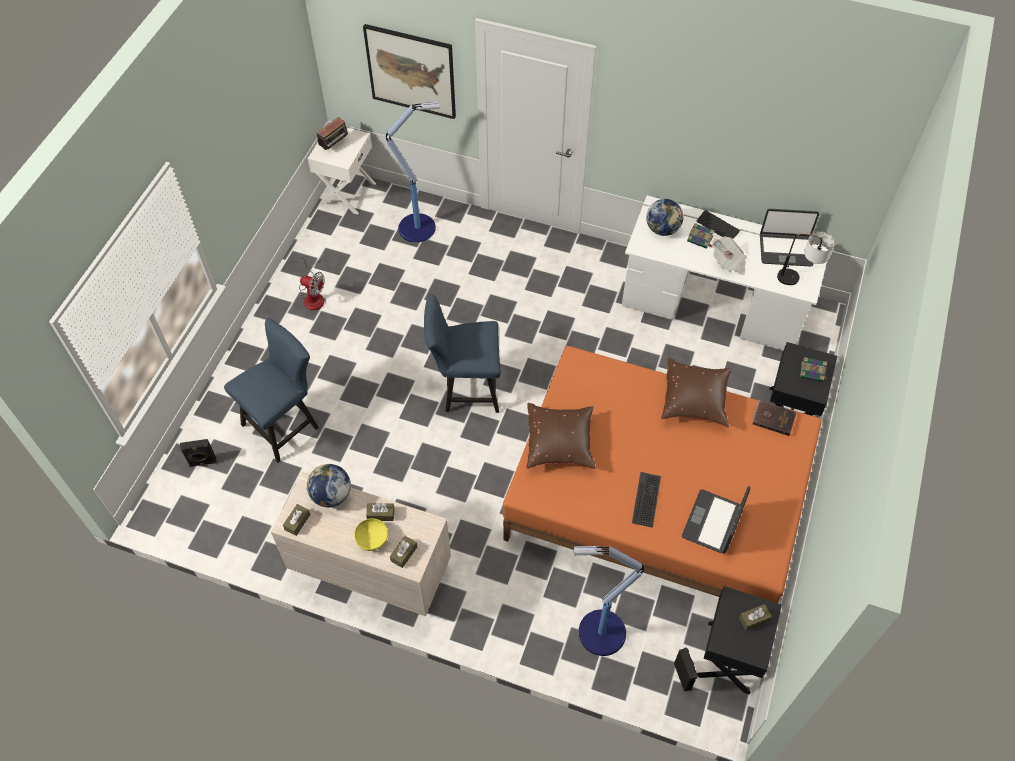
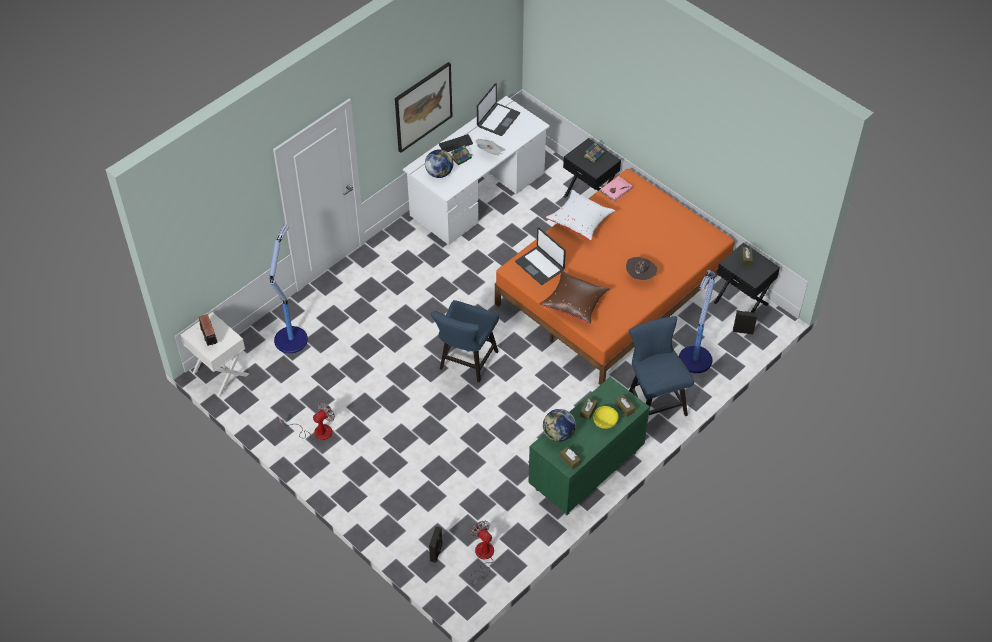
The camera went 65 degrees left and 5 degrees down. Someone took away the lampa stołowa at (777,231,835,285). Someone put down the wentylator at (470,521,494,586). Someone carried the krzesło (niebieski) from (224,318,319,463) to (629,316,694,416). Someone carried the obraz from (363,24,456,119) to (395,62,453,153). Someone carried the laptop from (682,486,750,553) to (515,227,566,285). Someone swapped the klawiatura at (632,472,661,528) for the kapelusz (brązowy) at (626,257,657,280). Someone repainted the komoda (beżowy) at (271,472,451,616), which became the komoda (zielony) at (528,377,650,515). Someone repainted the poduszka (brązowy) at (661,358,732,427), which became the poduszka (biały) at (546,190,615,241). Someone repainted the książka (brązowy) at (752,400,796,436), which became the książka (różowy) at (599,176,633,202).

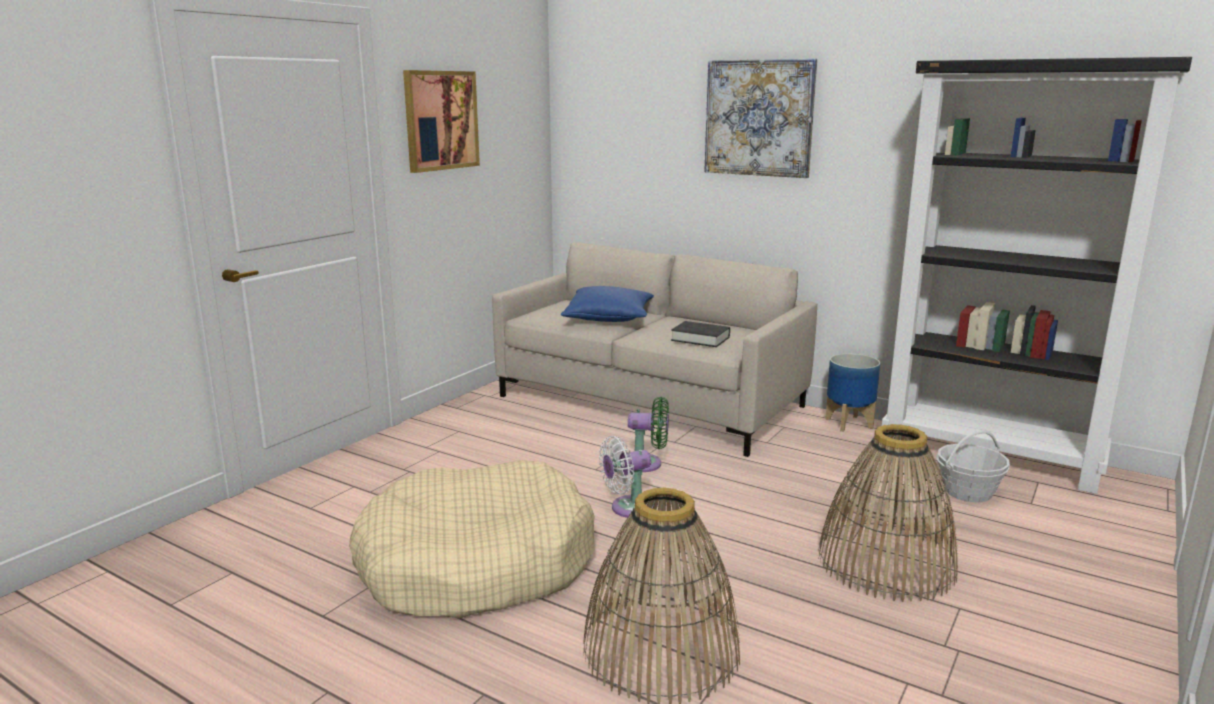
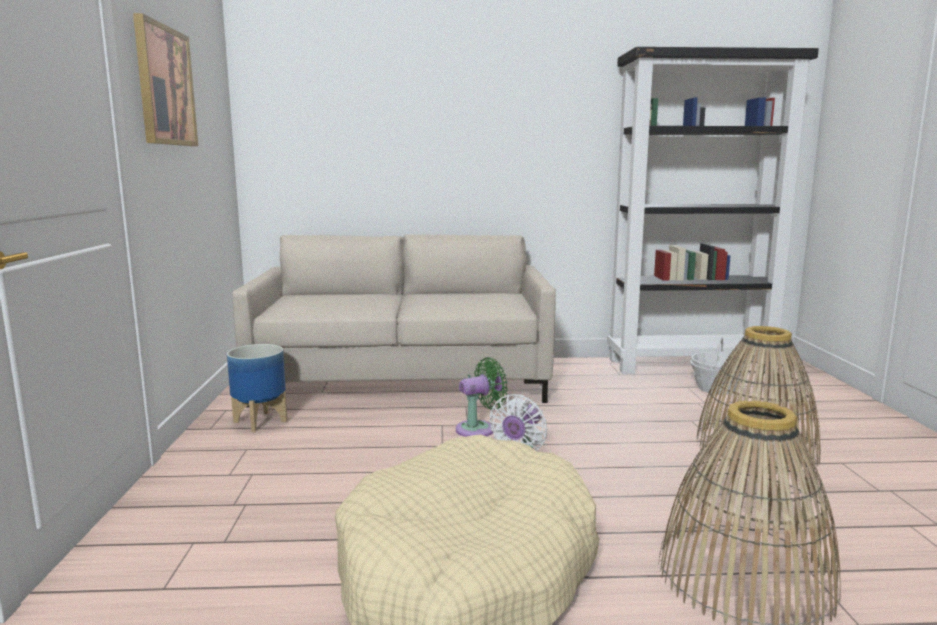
The camera went 35 degrees left and 5 degrees down. Someone took away the poduszka (niebieski) at (561,286,654,322). Someone took away the książka (czarny) at (671,321,730,347). Someone took away the obraz at (704,59,817,178). Someone carried the donica from (825,353,880,432) to (227,344,287,432).

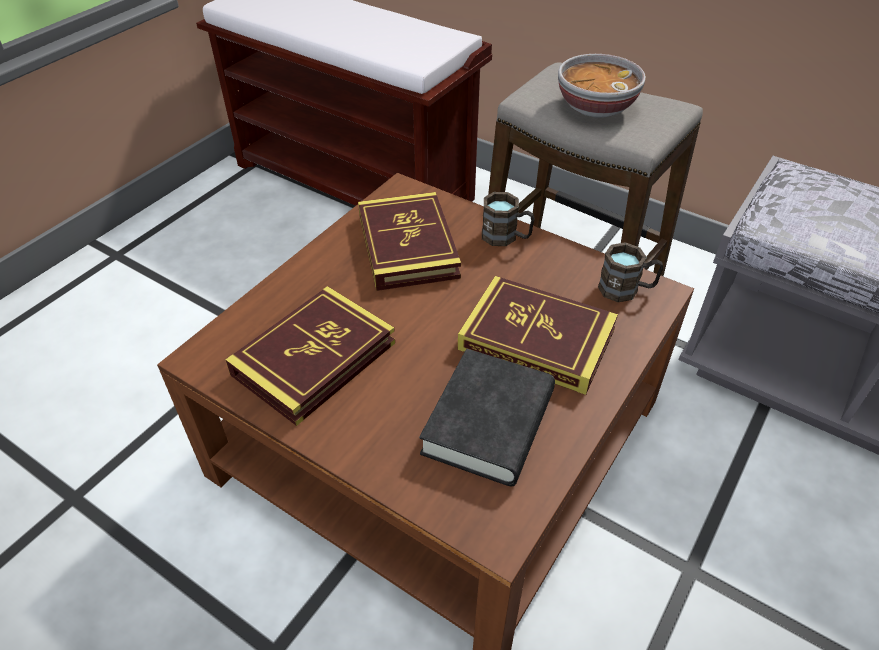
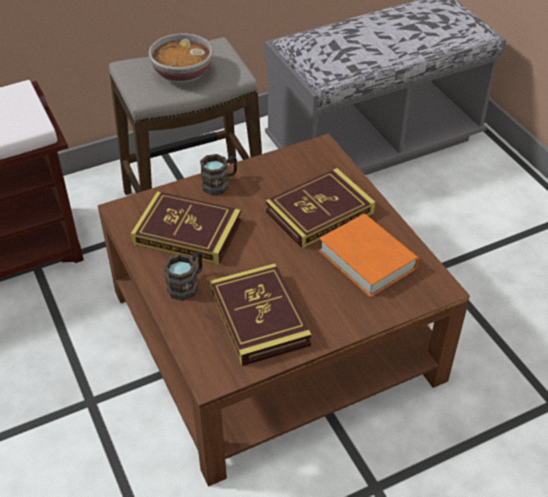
The camera went 60 degrees left and 0 degrees up. Someone carried the kubek (brązowy) from (598,242,663,302) to (164,252,202,301). Someone repainted the książka (czarny) at (419,349,555,487), which became the książka (pomarańczowy) at (319,214,419,297).

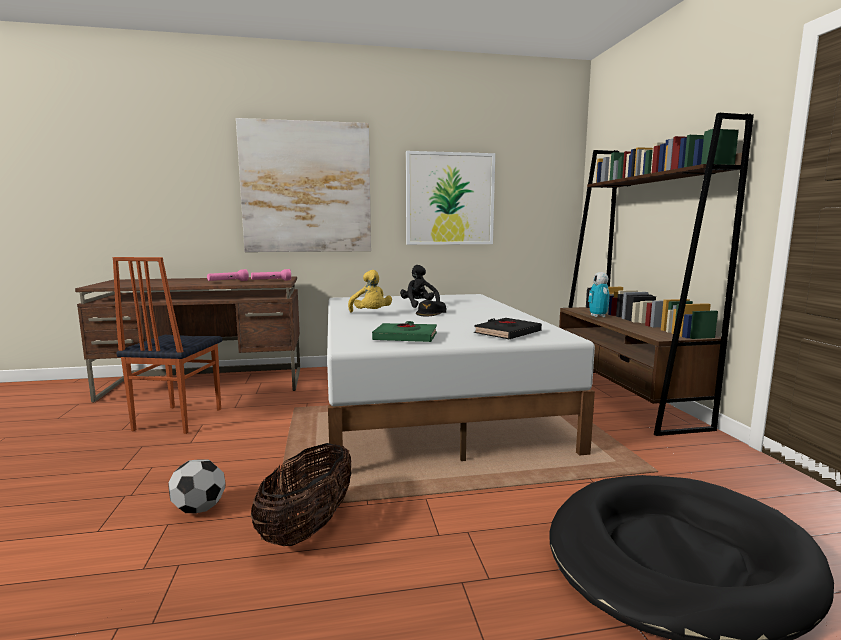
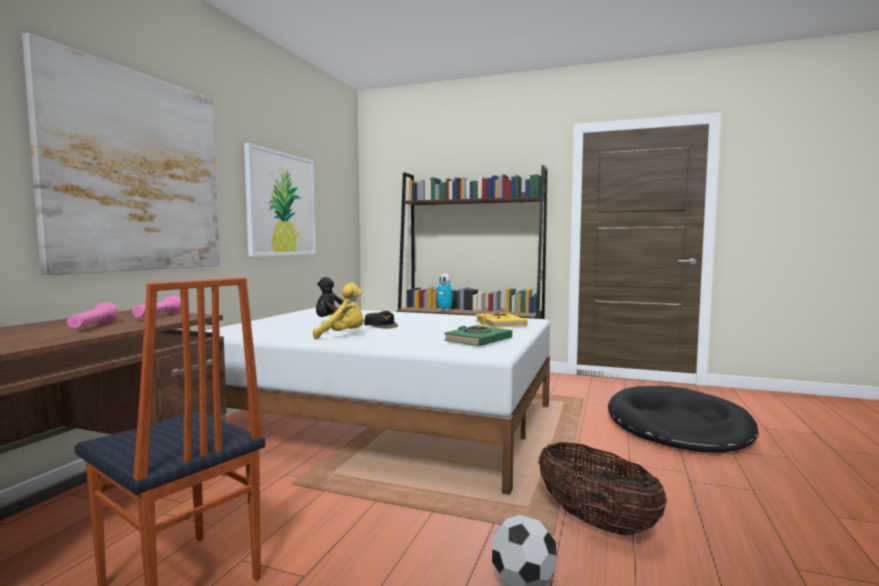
The camera went 60 degrees left and 5 degrees down. Someone repainted the książka (czarny) at (474,318,542,339), which became the książka (żółty) at (476,313,528,328).

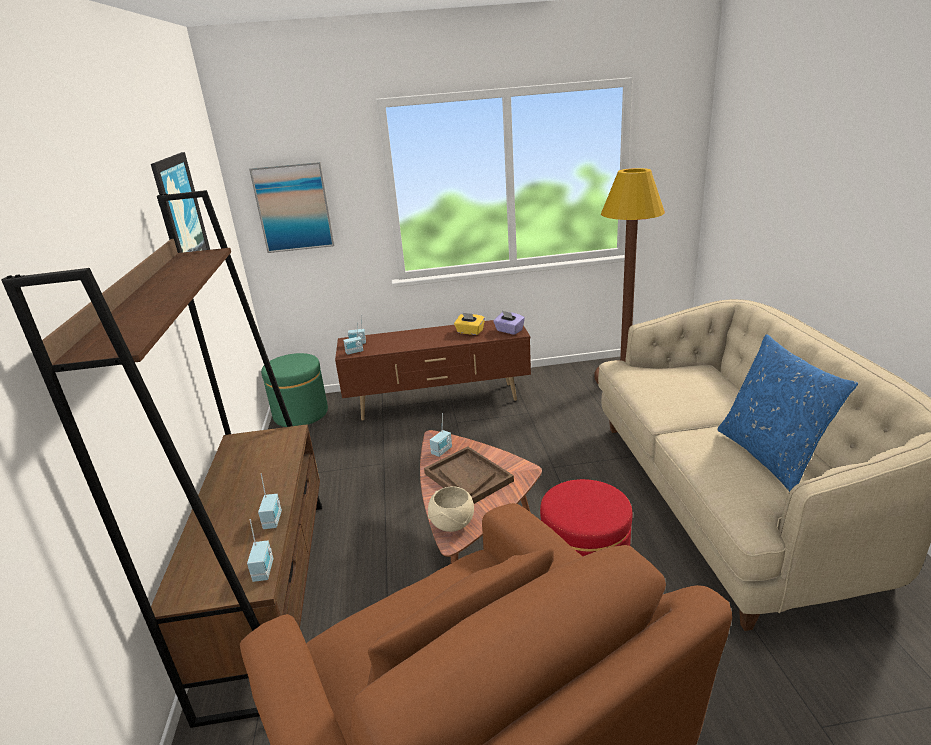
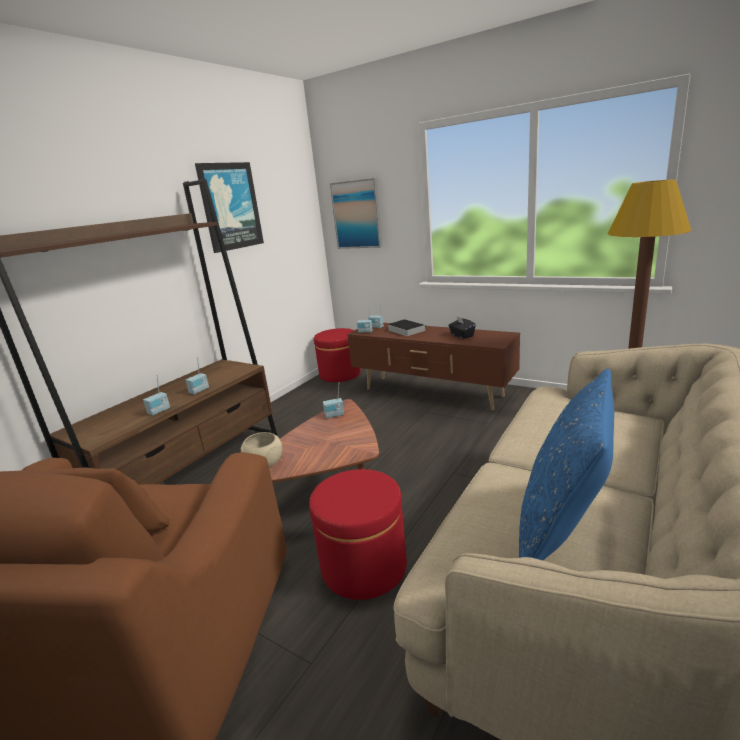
The camera went 40 degrees right and 5 degrees down. Someone took away the taca (brązowy) at (424,446,514,504). Someone took away the pudełko chusteczek (fioletowy) at (493,311,525,335). Someone put down the książka at (387,319,426,336). Someone carried the radio from (247,519,273,582) to (186,357,209,394). Someone repainted the pufa (zielony) at (261,353,328,427), which became the pufa (czerwony) at (314,328,361,382). Someone repainted the pudełko chusteczek (żółty) at (454,312,485,335), which became the pudełko chusteczek (czarny) at (448,317,476,339).

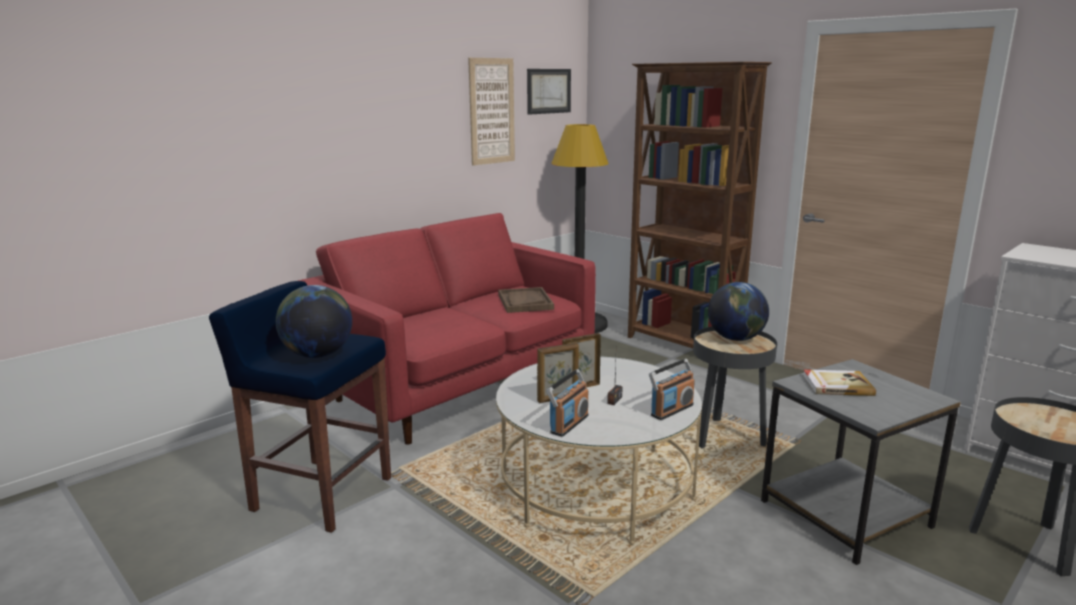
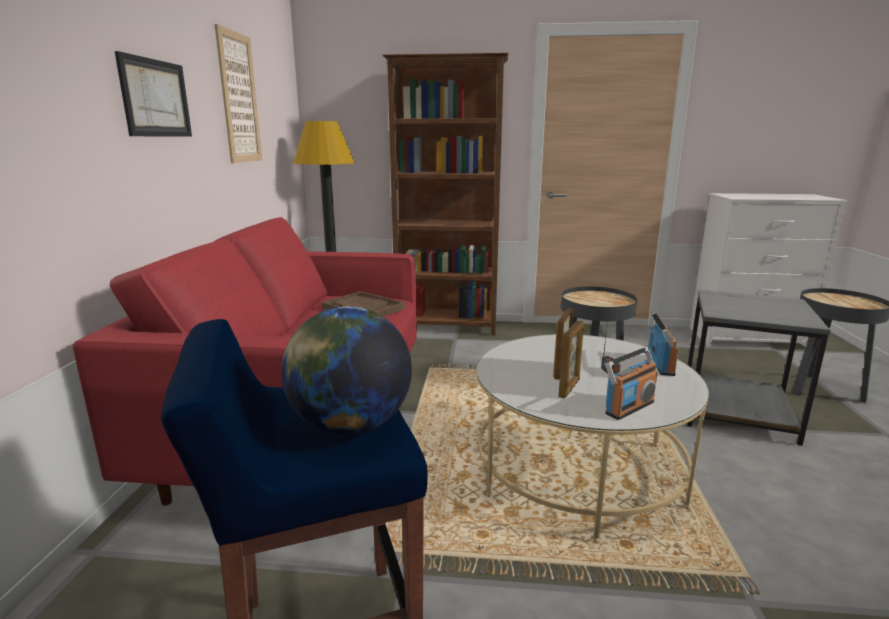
The camera went 40 degrees left and 0 degrees up. Someone took away the globus at (708,282,769,341). Someone took away the książka at (803,370,876,396). Someone carried the obraz from (527,69,571,115) to (115,51,192,137). Someone rotated the radio at (546,369,589,437) by 60 degrees clockwise.

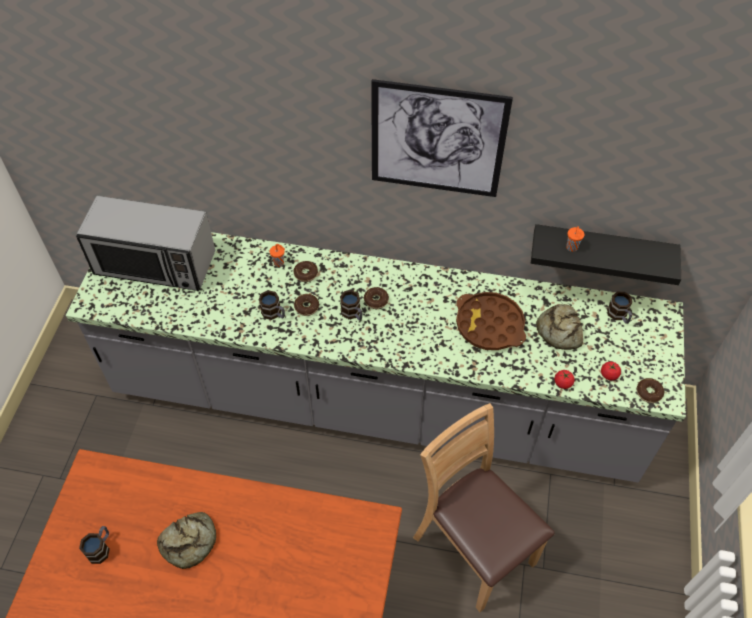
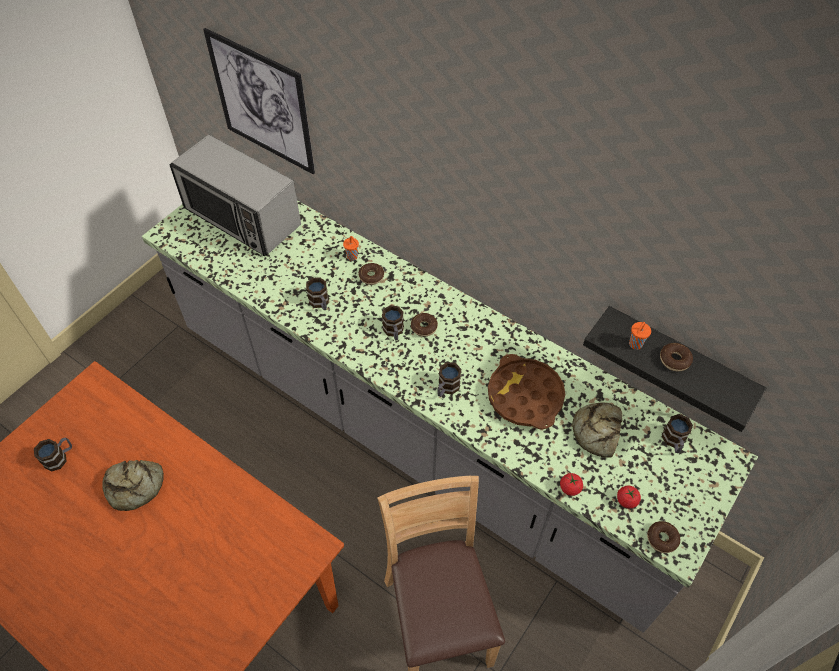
The camera went 25 degrees right and 0 degrees up. Someone put down the kubek at (437,362,461,397). Someone carried the donut from (294,294,319,316) to (660,343,693,371). Someone carried the obraz from (371,79,513,197) to (203,28,315,174).

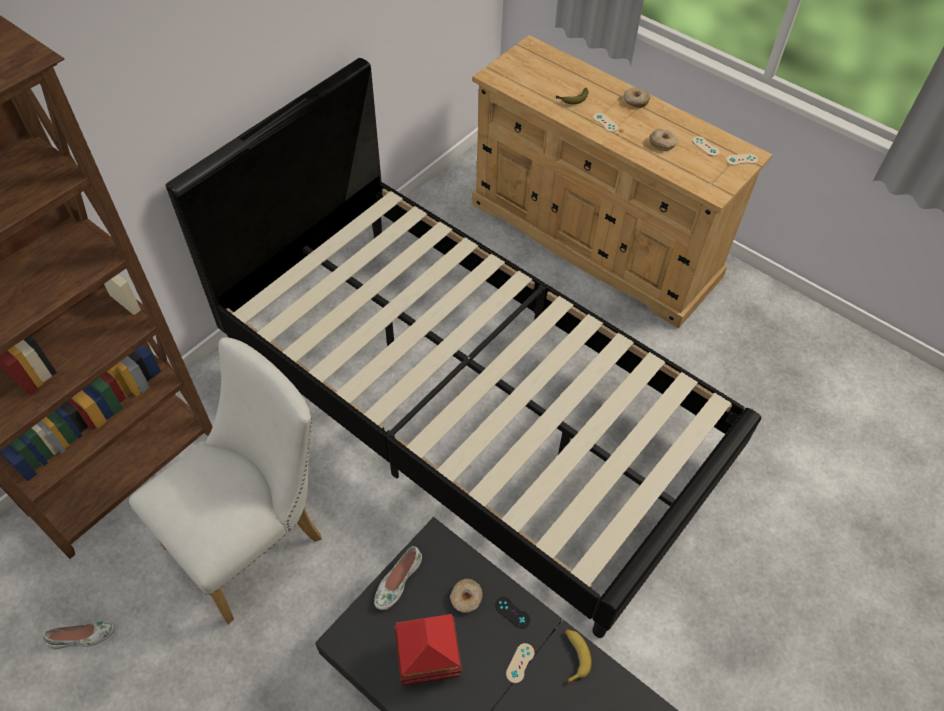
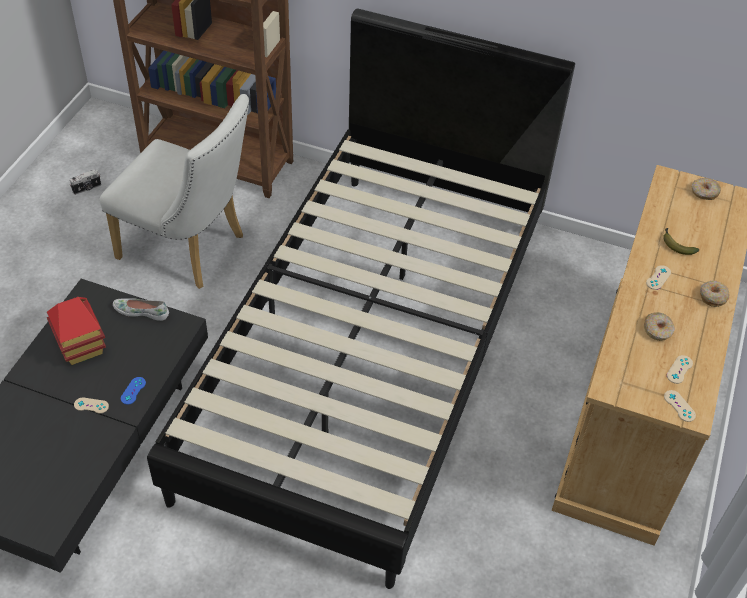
The camera went 70 degrees right and 5 degrees down. Someone took away the banan at (565,629,592,684). Someone carried the donut from (450,579,483,613) to (692,178,721,200). Someone swapped the but (biały) at (43,621,115,649) for the aparat fotograficzny at (70,170,101,195). Someone repainted the pad do gier (czarny) at (495,597,530,629), which became the pad do gier (niebieski) at (121,377,146,405).

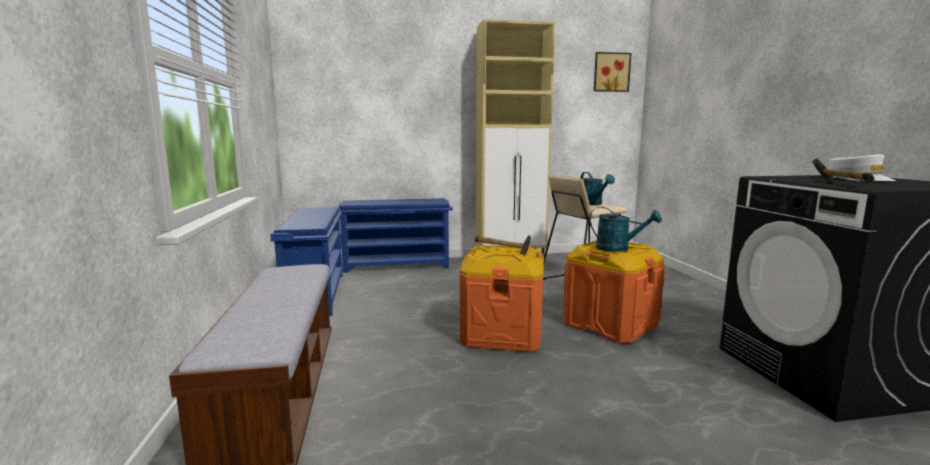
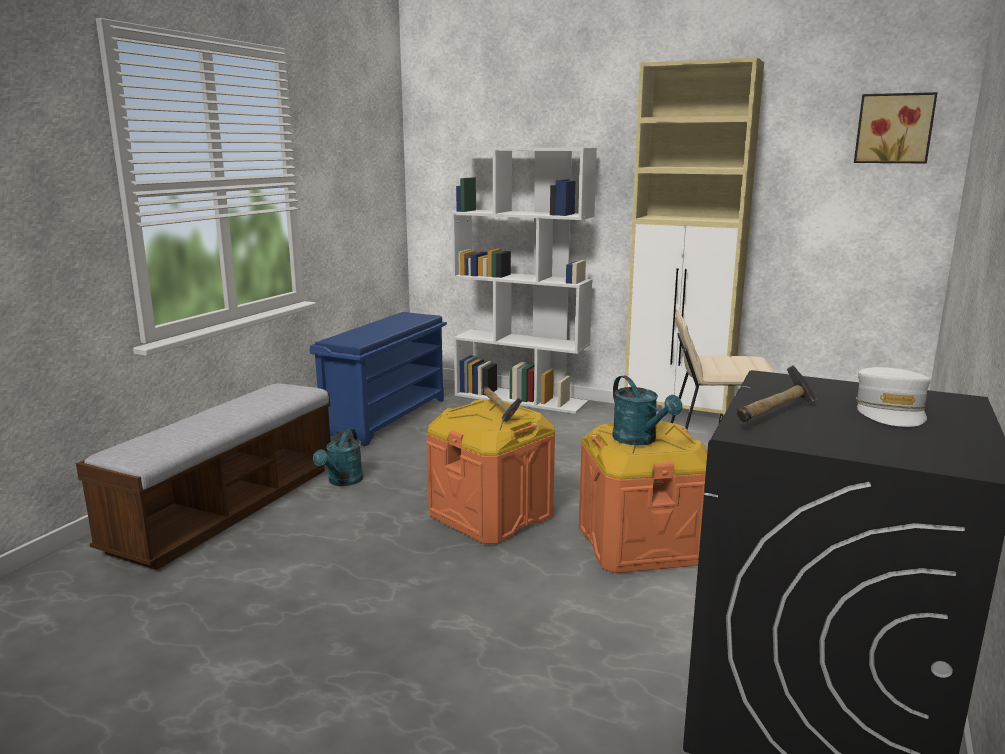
The camera went 35 degrees right and 5 degrees up. Someone carried the konewka (turkusowy) from (580,172,615,205) to (313,429,363,486). Someone swapped the regał na buty (niebieski) at (339,198,453,273) for the regał (biały) at (450,148,597,414).

